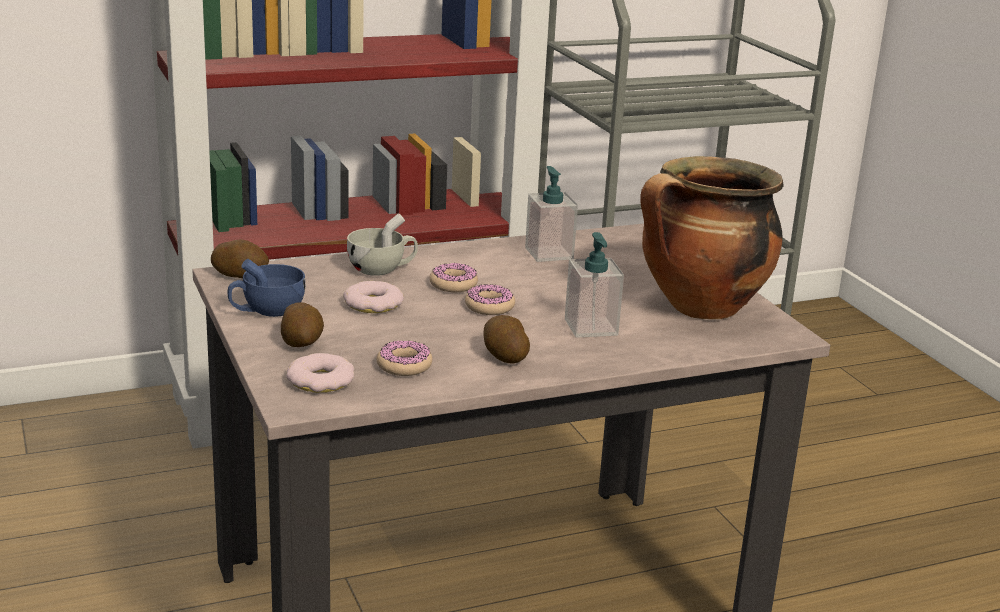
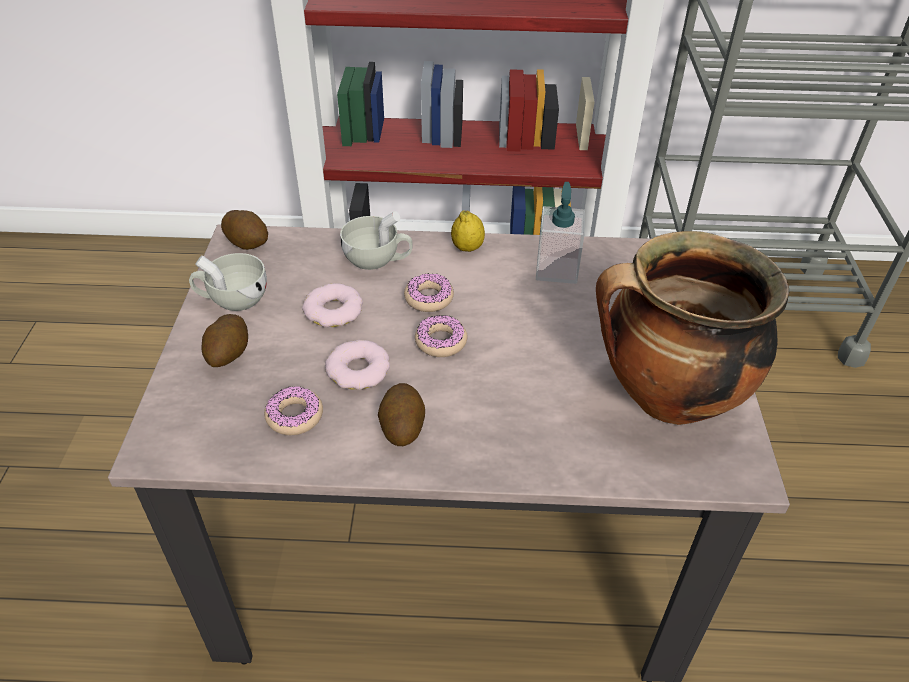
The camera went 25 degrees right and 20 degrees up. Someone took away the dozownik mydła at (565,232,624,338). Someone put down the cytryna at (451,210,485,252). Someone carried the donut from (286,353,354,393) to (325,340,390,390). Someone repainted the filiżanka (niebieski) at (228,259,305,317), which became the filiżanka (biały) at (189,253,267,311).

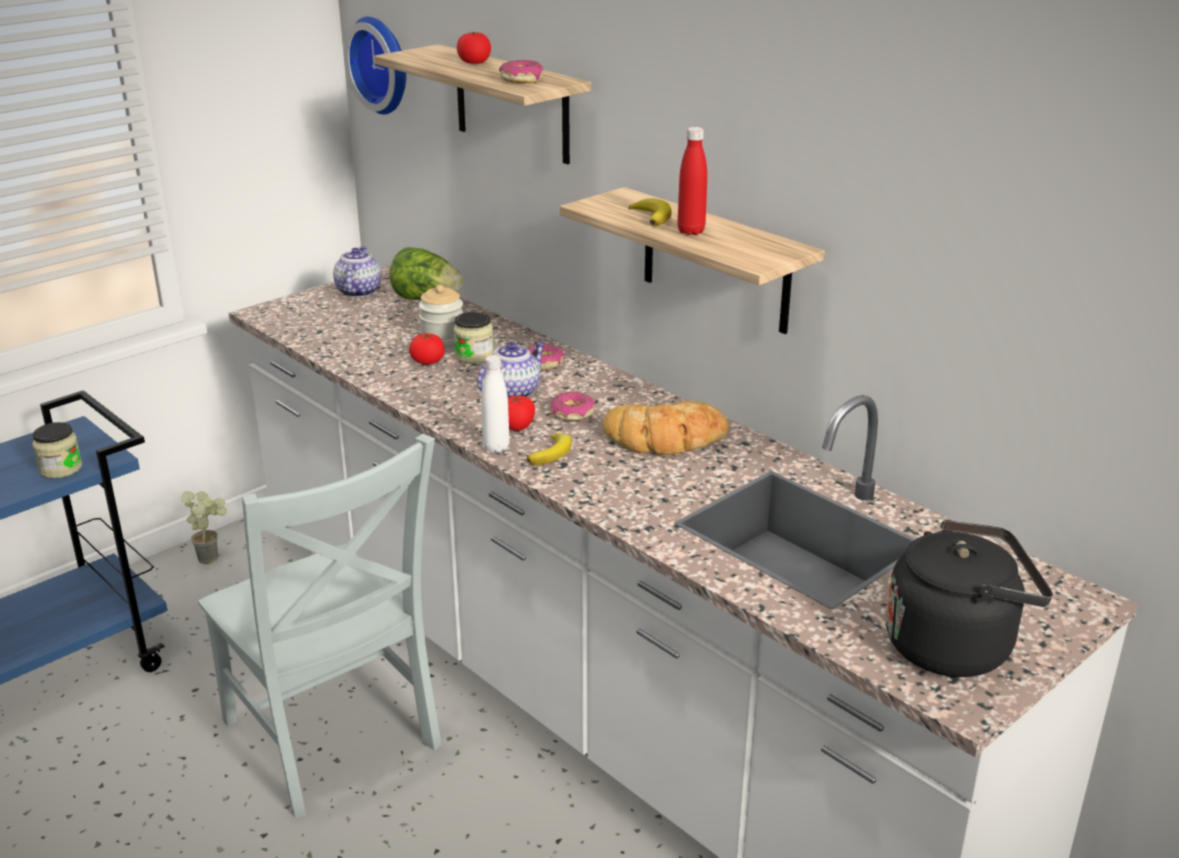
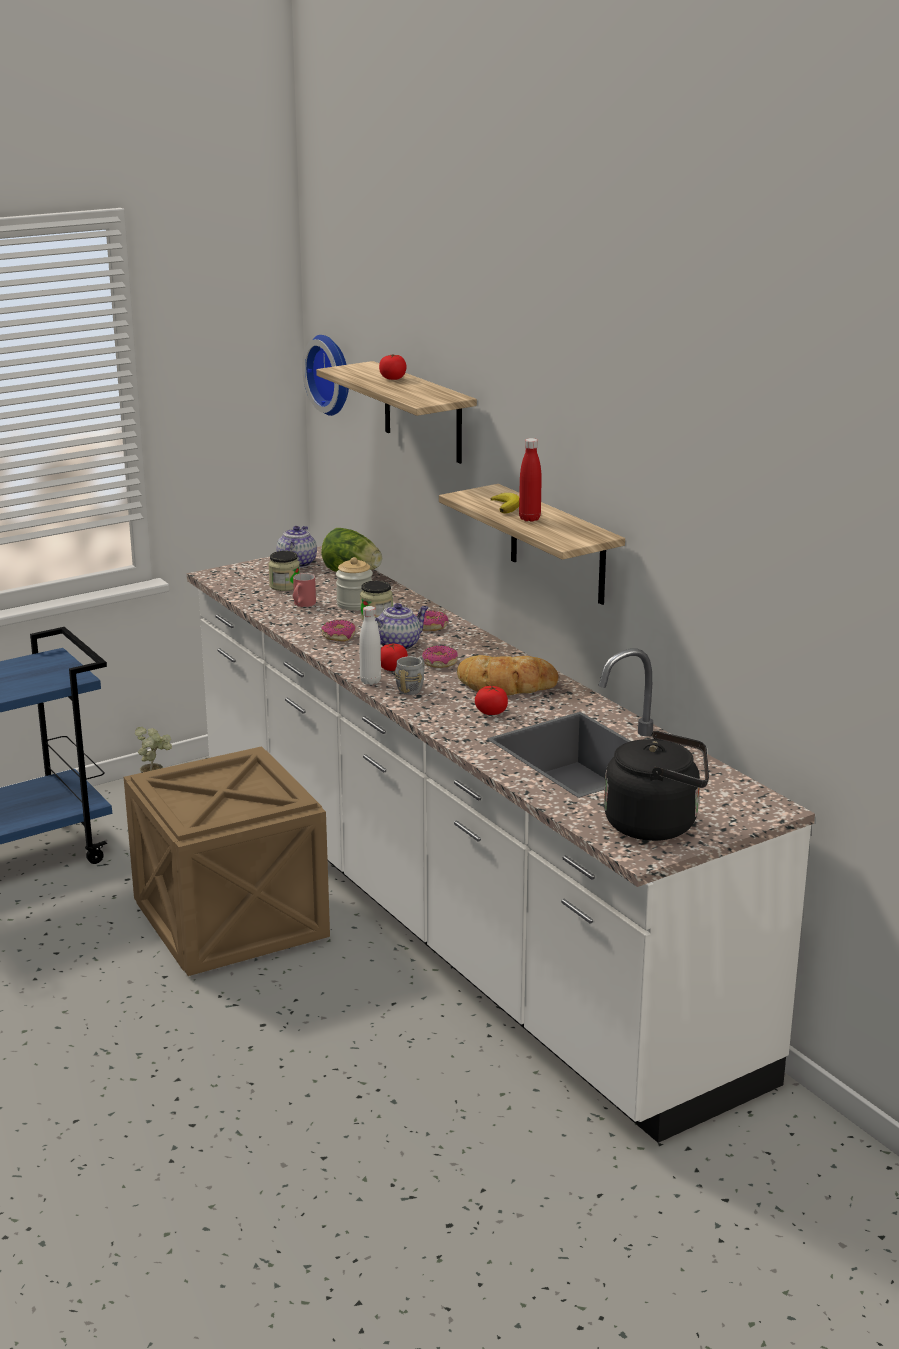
The camera went 10 degrees right and 5 degrees down. Someone put down the kubek (czerwony) at (293,573,316,607). Someone carried the słoik from (32,422,82,479) to (268,551,300,591). Someone carried the pomidor from (409,333,445,364) to (475,685,508,715). Someone carried the donut from (499,60,543,83) to (321,620,356,641). Someone swapped the krzesło (szary) at (198,434,442,818) for the skrzynka at (124,746,330,976). Someone swapped the banan at (527,433,572,465) for the kubek (szary) at (395,656,424,695).

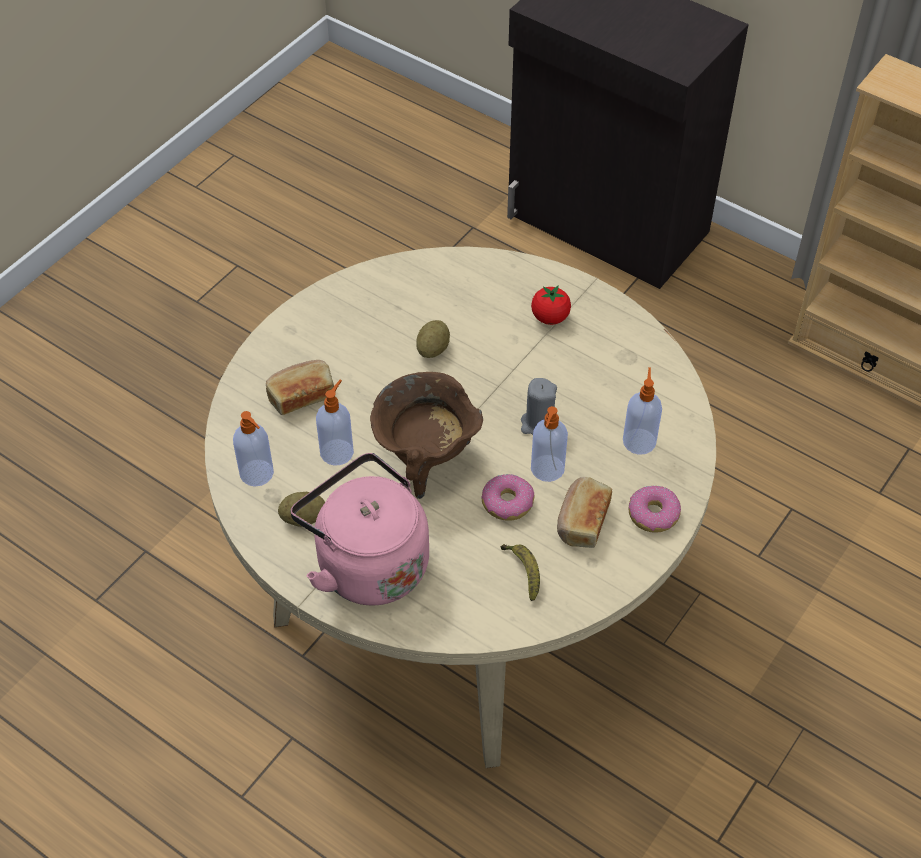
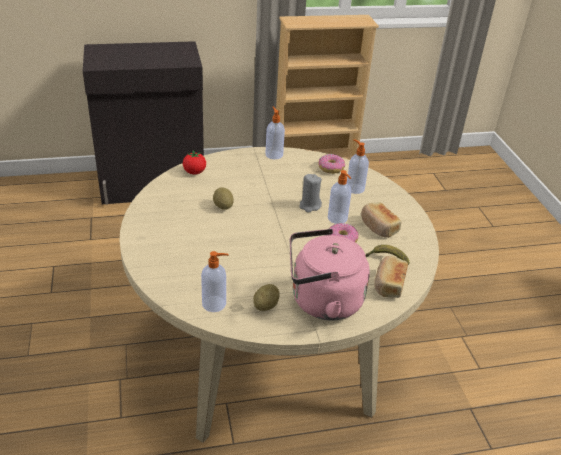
The camera went 50 degrees left and 15 degrees down. Someone took away the garnek (brązowy) at (370,372,483,499). Someone carried the chleb from (266,360,334,415) to (374,256,408,298). Someone carried the dozownik mydła from (316,380,354,466) to (265,107,285,159). Someone carried the pomidor from (531,285,571,325) to (183,150,206,175). Someone carried the donut from (628,486,681,533) to (318,154,345,174).

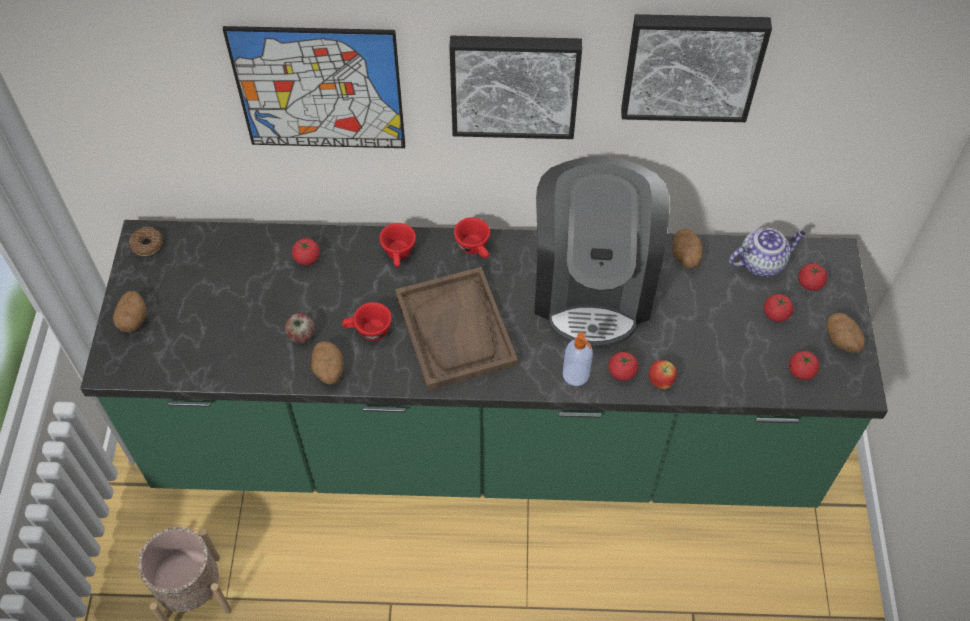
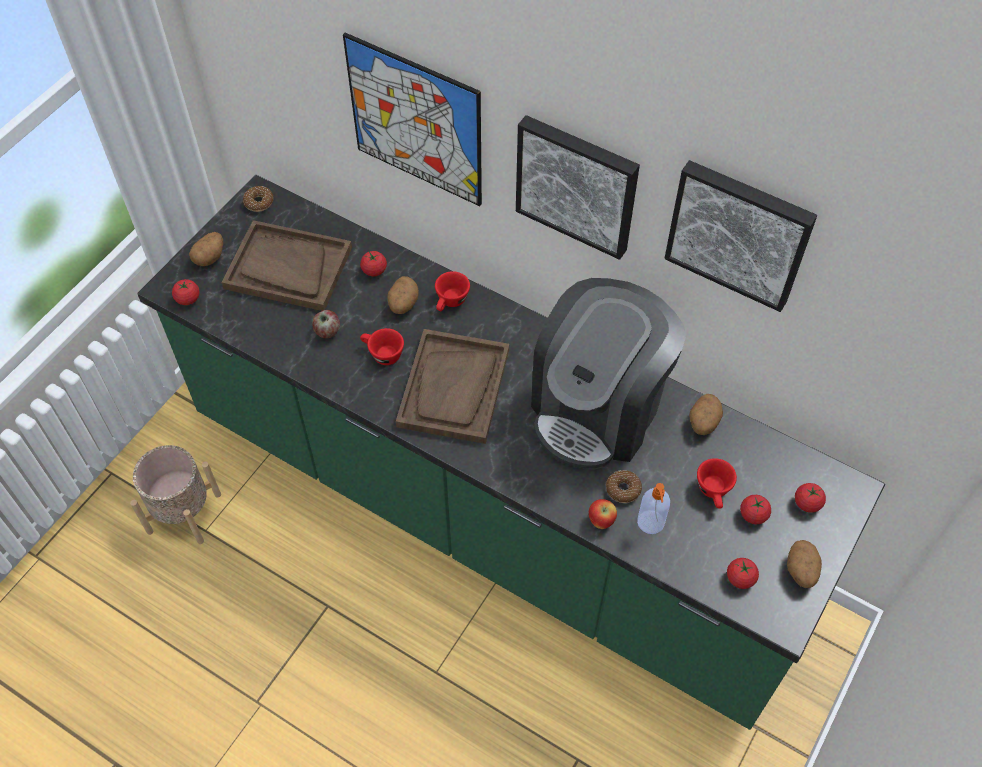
The camera went 30 degrees right and 0 degrees up. Someone took away the imbryk at (729,228,806,277). Someone put down the taca (brązowy) at (221,220,352,311). Someone put down the donut at (606,470,642,503). Someone carried the ziemniak from (311,341,343,385) to (387,276,419,314). Someone carried the filiżanka (czerwony) from (454,217,490,258) to (697,458,737,508). Someone carried the dozownik mydła from (563,332,593,386) to (637,483,670,534). Someone carried the pomidor from (608,352,638,381) to (172,279,199,305).

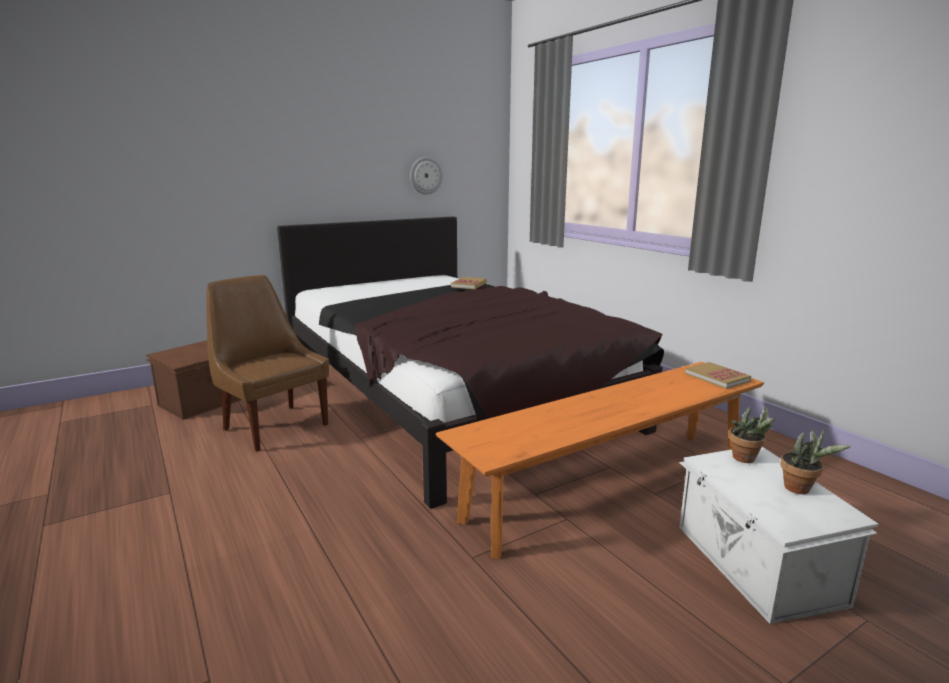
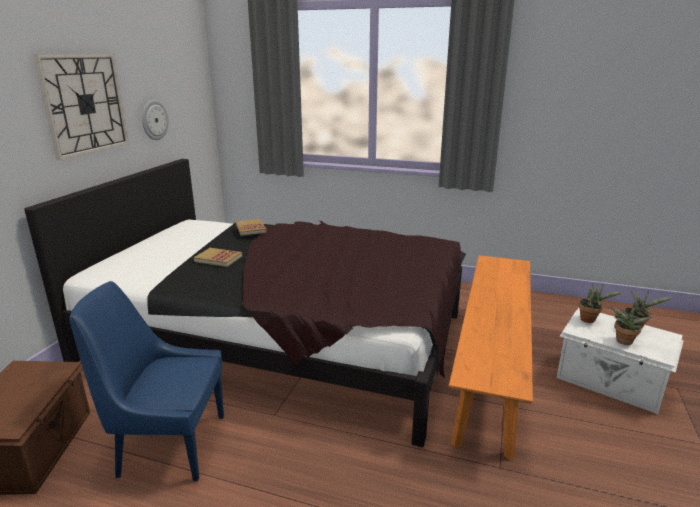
The camera went 40 degrees left and 5 degrees up. Someone put up the zegar ścienny at (33,54,129,160). Someone put down the roślina doniczkowa at (611,307,652,345). Someone carried the książka from (685,362,751,389) to (194,248,242,267). Someone repainted the krzesło (brązowy) at (206,275,329,452), which became the krzesło (niebieski) at (69,281,224,481).

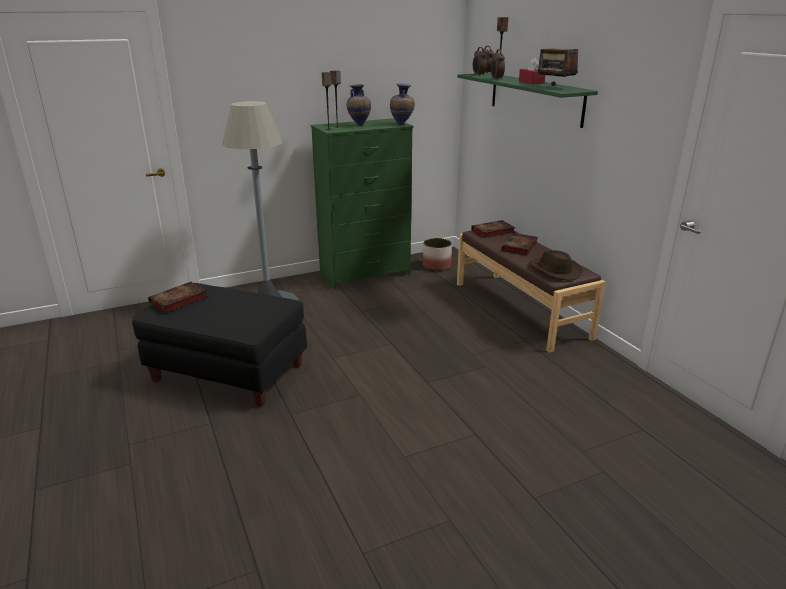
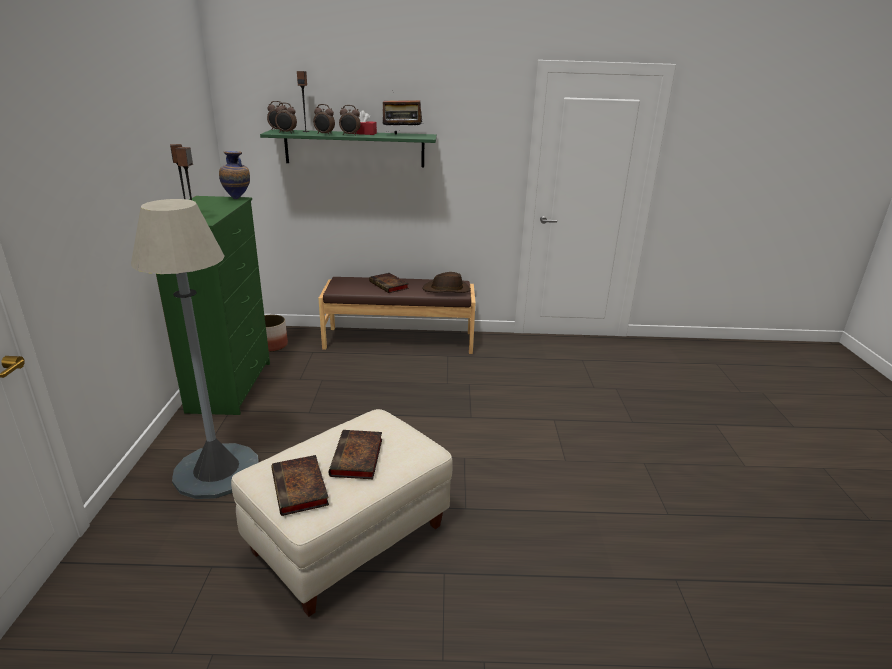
The camera went 65 degrees left and 0 degrees up. Someone took away the wazon at (347,84,371,126). Someone put down the budzik at (339,105,361,136). Someone carried the książka from (471,220,515,238) to (328,430,382,479). Someone repainted the pufa (czarny) at (132,283,307,407), which became the pufa (beżowy) at (231,409,453,617).

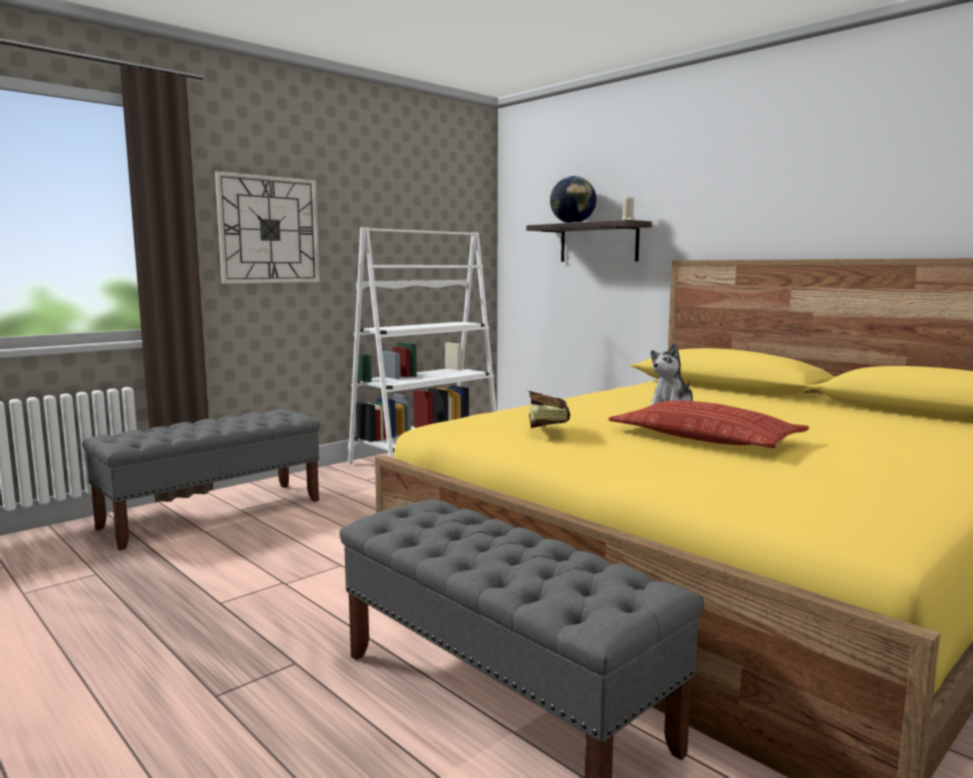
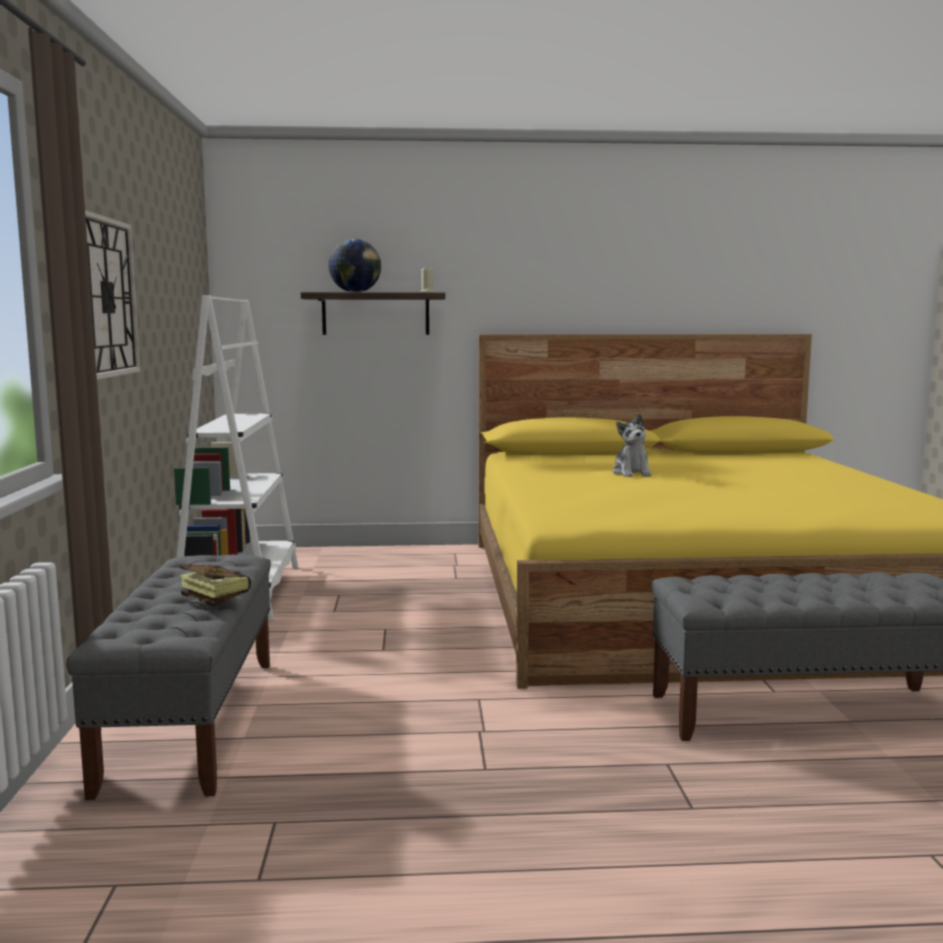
The camera went 50 degrees left and 0 degrees up. Someone took away the poduszka at (608,400,809,448). Someone carried the książka from (528,391,570,428) to (180,564,251,607).

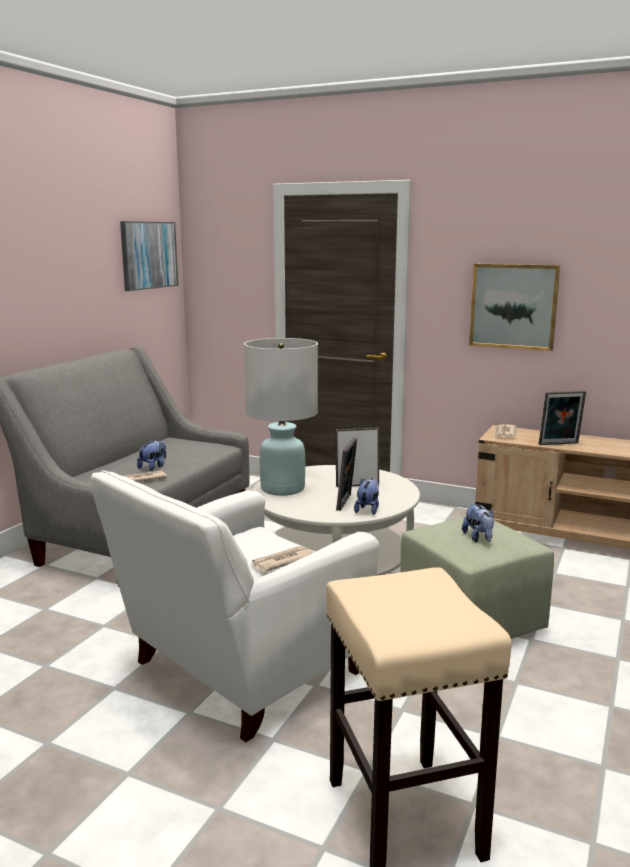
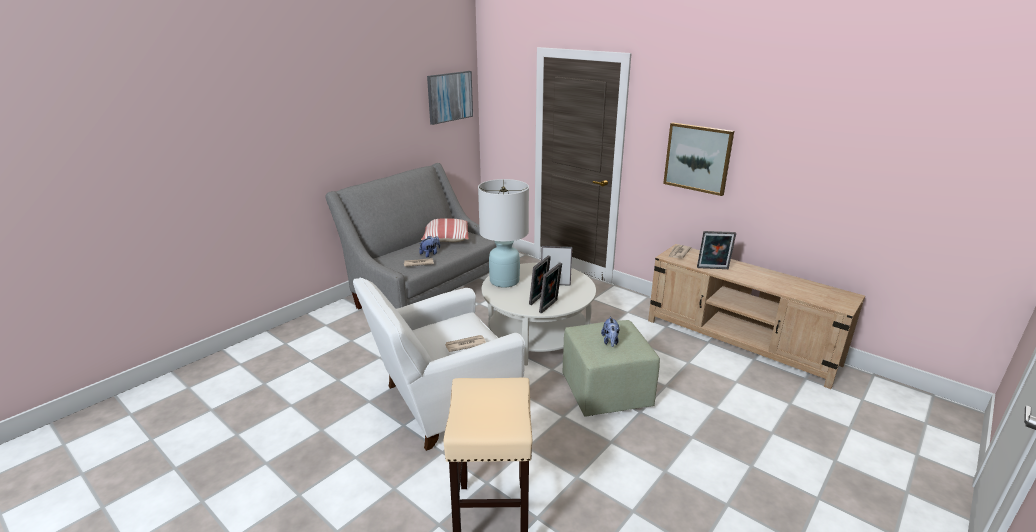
The camera went 15 degrees right and 10 degrees up. Someone put down the poduszka at (421,218,469,242). Someone swapped the pluszak at (354,478,379,515) for the ramka na zdjęcie at (539,263,562,314).

